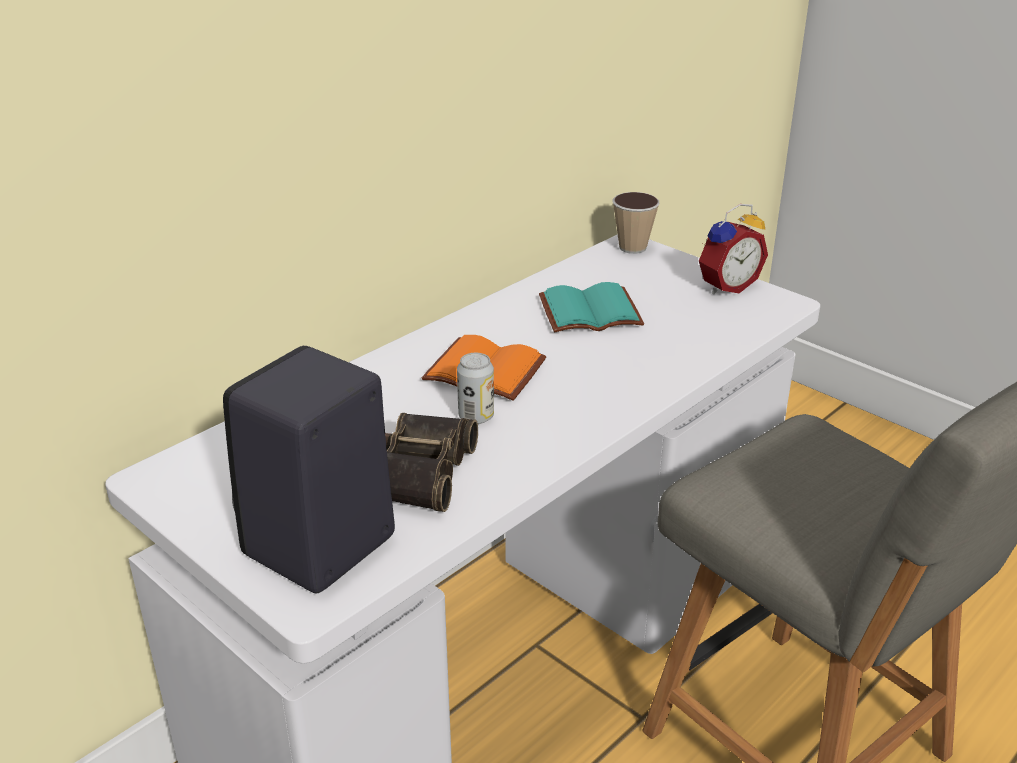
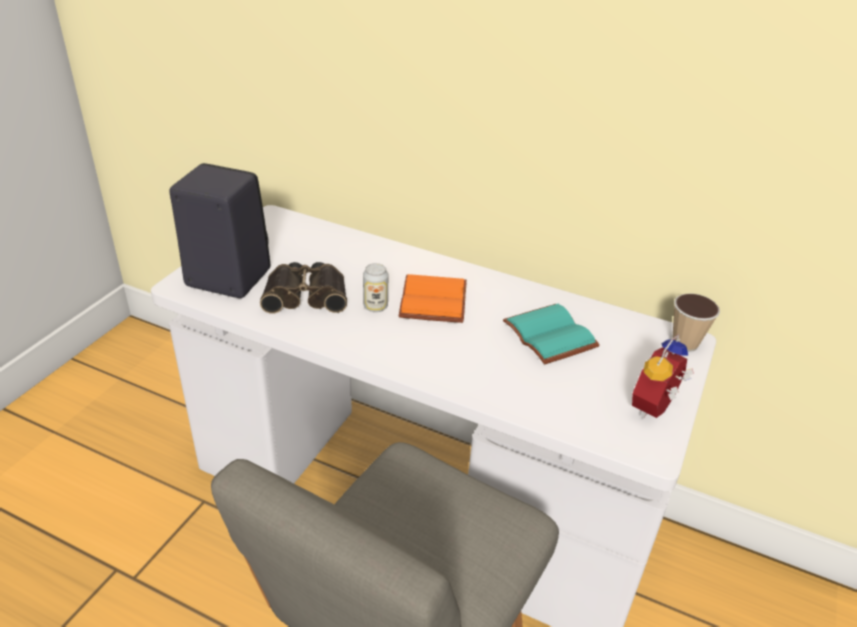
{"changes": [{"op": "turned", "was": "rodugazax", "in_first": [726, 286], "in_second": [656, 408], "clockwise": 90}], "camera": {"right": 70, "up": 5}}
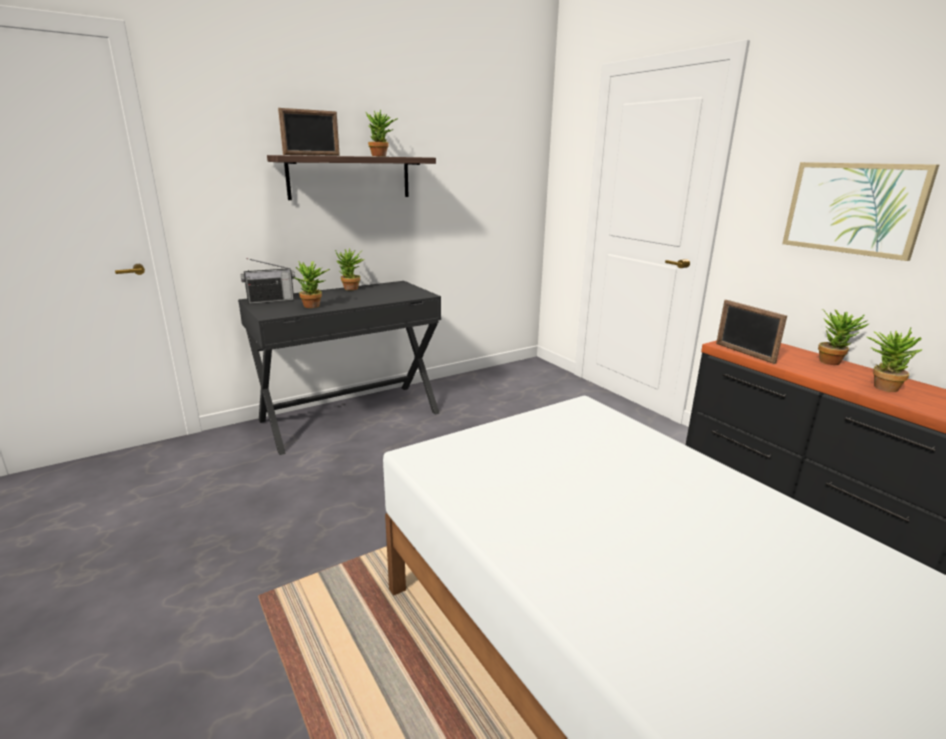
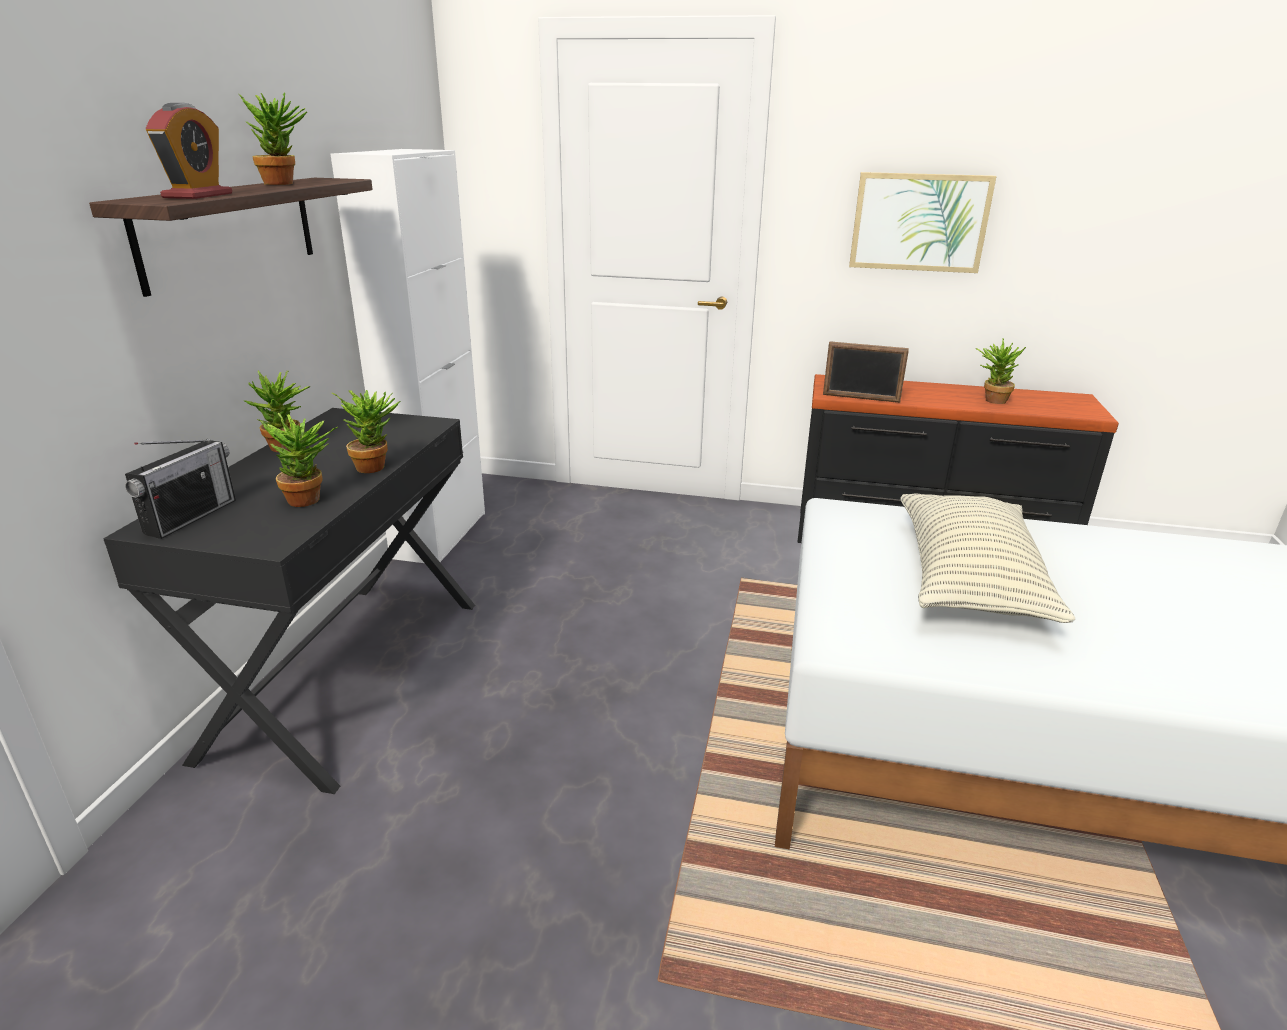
{"changes": [{"op": "replaced", "was": "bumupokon", "now": "rodugazax", "in_first": [312, 155], "in_second": [198, 195]}, {"op": "moved", "was": "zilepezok", "in_first": [833, 361], "in_second": [375, 466]}, {"op": "added", "now": "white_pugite", "in_second": [440, 535]}, {"op": "added", "now": "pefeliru", "in_second": [968, 580]}], "camera": {"right": -45, "up": 5}}
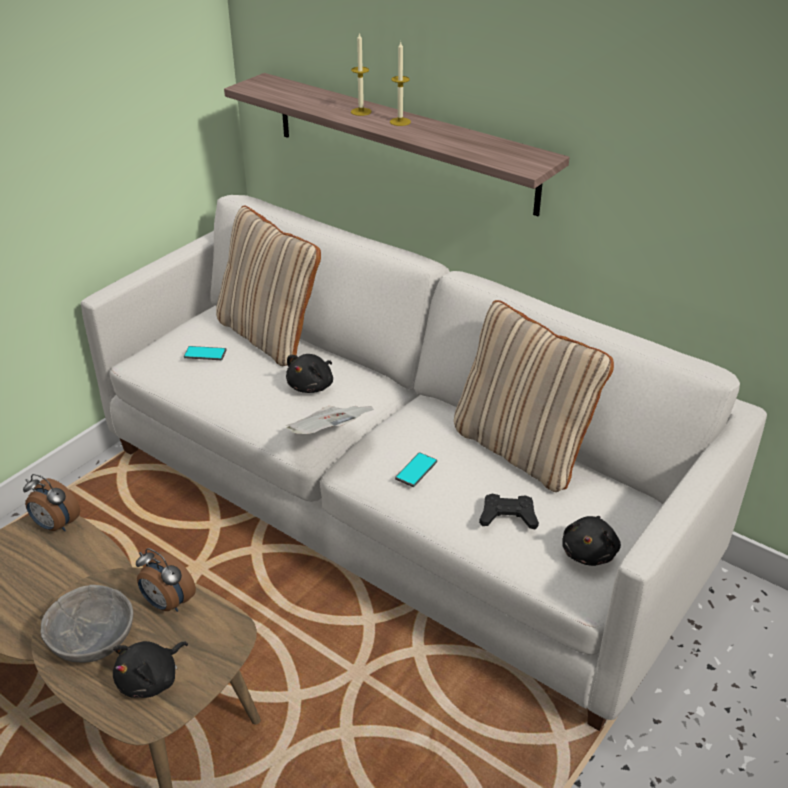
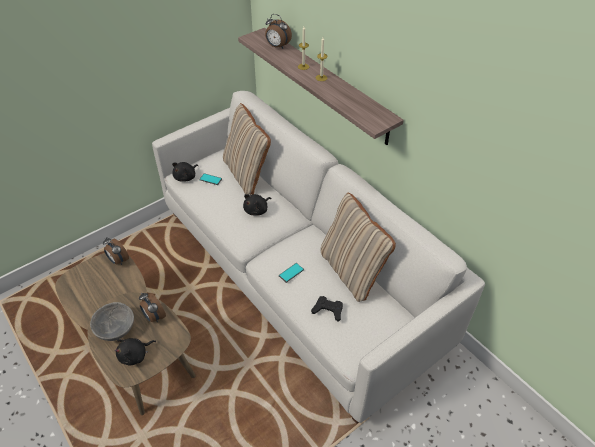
{"changes": [{"op": "removed", "was": "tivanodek", "in_first": [330, 436]}, {"op": "moved", "was": "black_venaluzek", "in_first": [589, 552], "in_second": [186, 177]}, {"op": "added", "now": "rodugazax", "in_second": [277, 46]}], "camera": {"right": 15, "up": 10}}
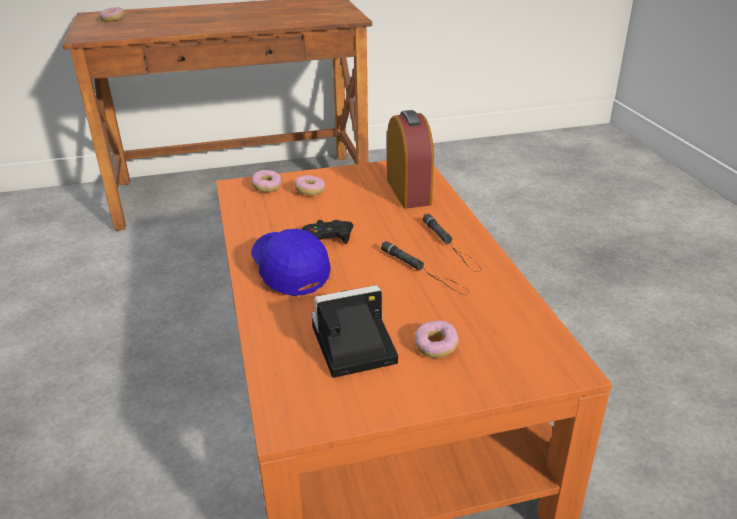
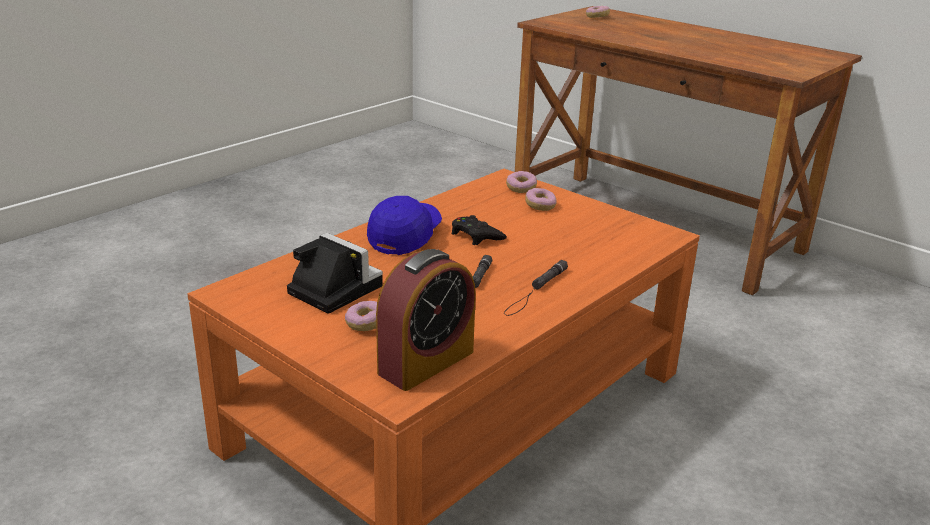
{"changes": [{"op": "moved", "was": "rodugazax", "in_first": [408, 191], "in_second": [426, 362]}], "camera": {"right": 55, "up": -5}}
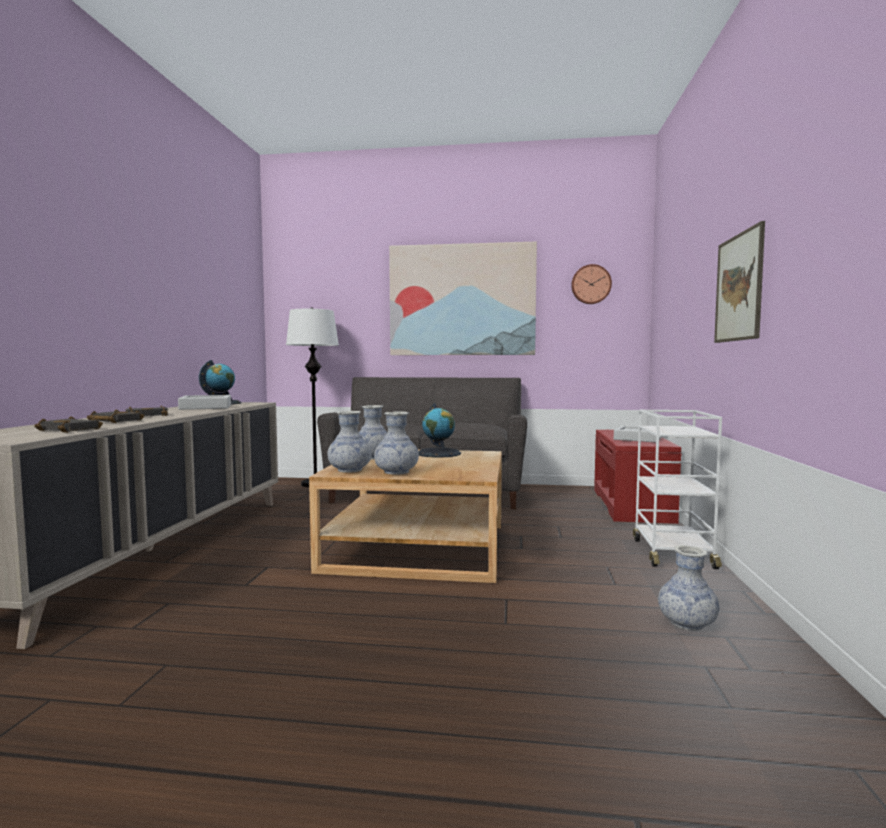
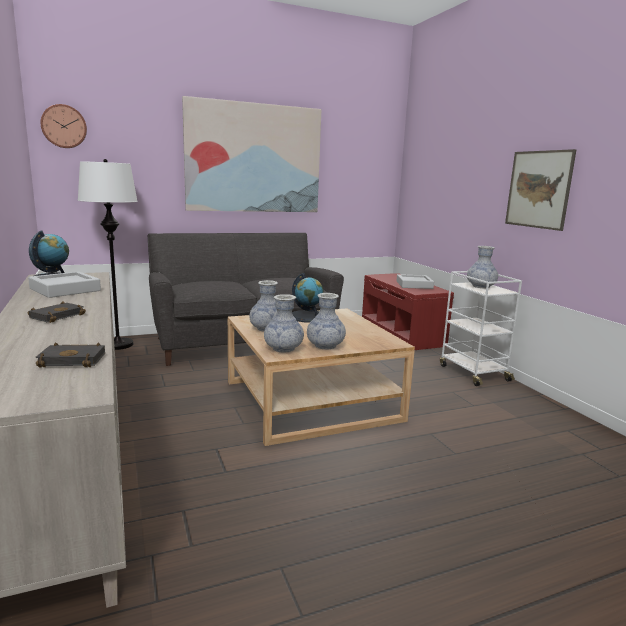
{"changes": [{"op": "moved", "was": "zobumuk", "in_first": [591, 284], "in_second": [64, 126]}, {"op": "removed", "was": "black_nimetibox", "in_first": [113, 421]}, {"op": "moved", "was": "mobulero", "in_first": [687, 623], "in_second": [481, 286]}], "camera": {"right": -30, "up": 10}}
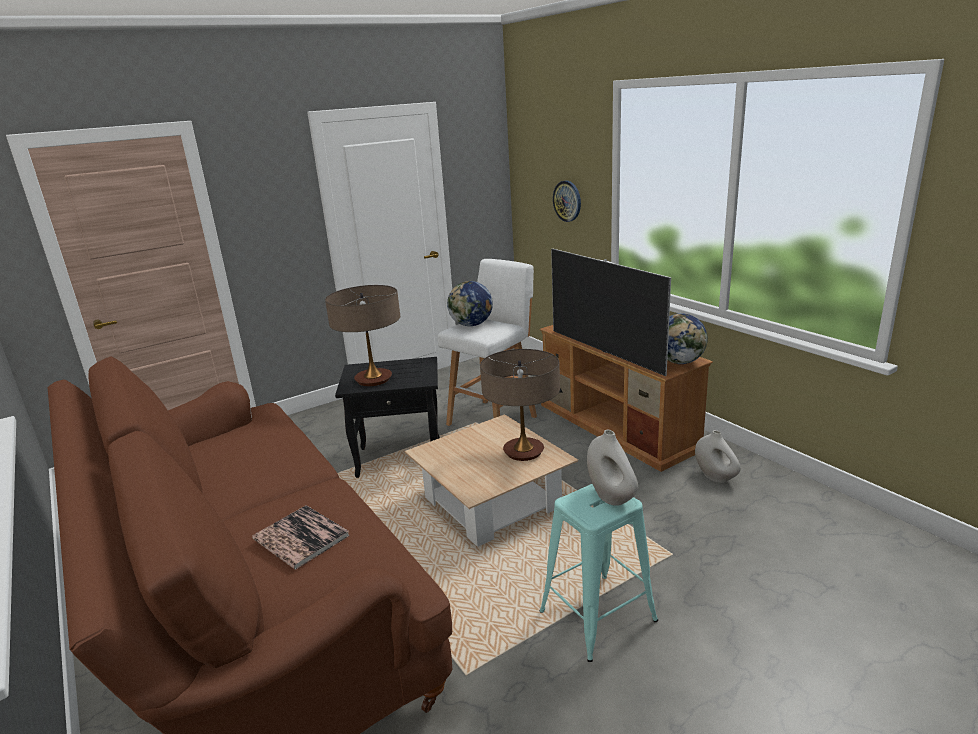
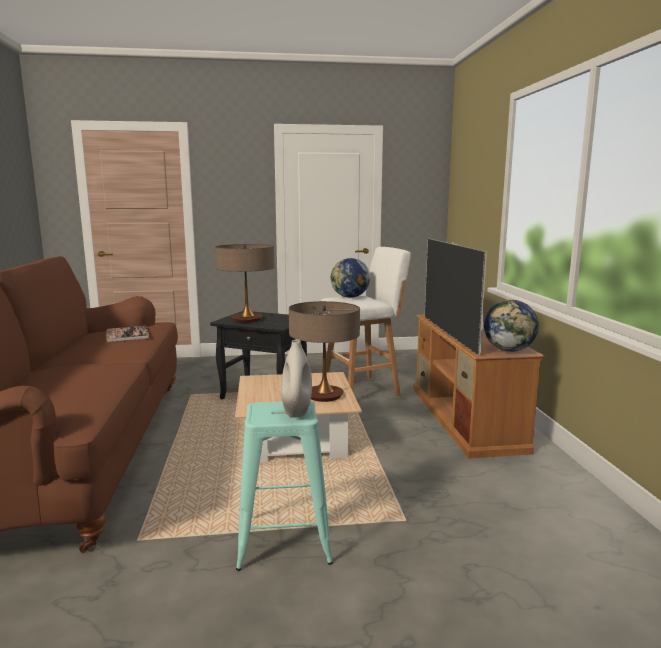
{"changes": [{"op": "removed", "was": "zobumuk", "in_first": [567, 201]}, {"op": "removed", "was": "white_mobulero", "in_first": [715, 477]}, {"op": "moved", "was": "nimetibox", "in_first": [301, 538], "in_second": [127, 335]}], "camera": {"right": 25, "up": -10}}
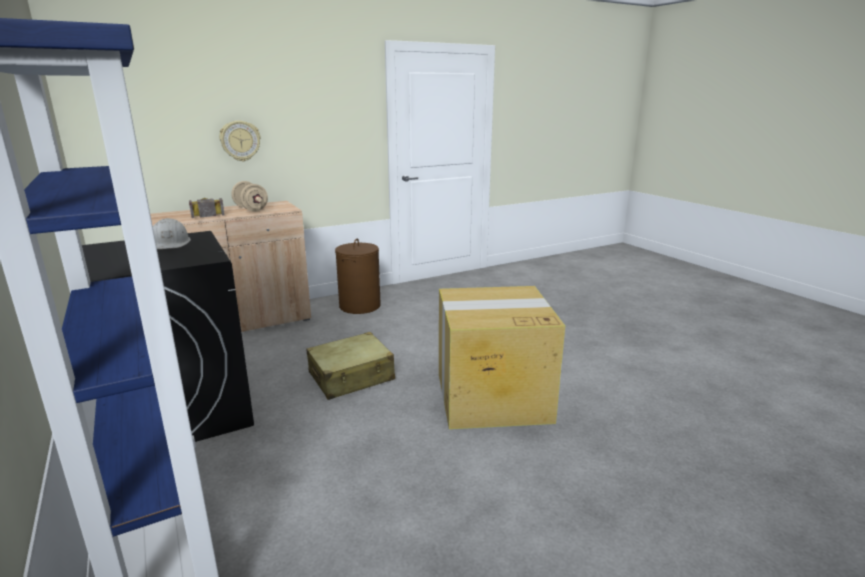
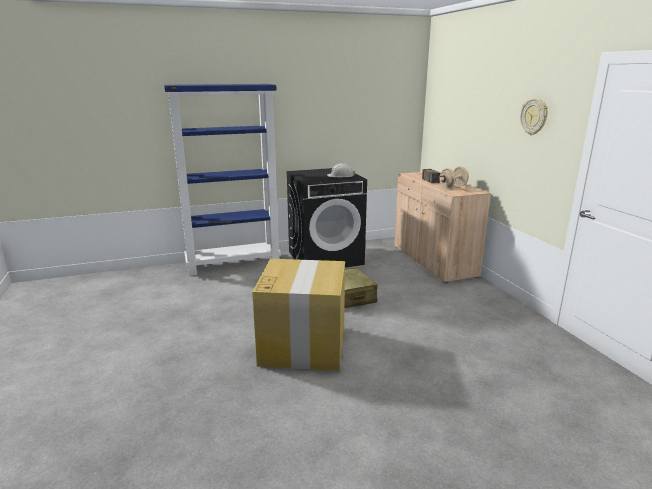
{"changes": [{"op": "moved", "was": "zobumuk", "in_first": [240, 141], "in_second": [534, 116]}, {"op": "removed", "was": "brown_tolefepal", "in_first": [360, 306]}], "camera": {"right": 100, "up": 0}}
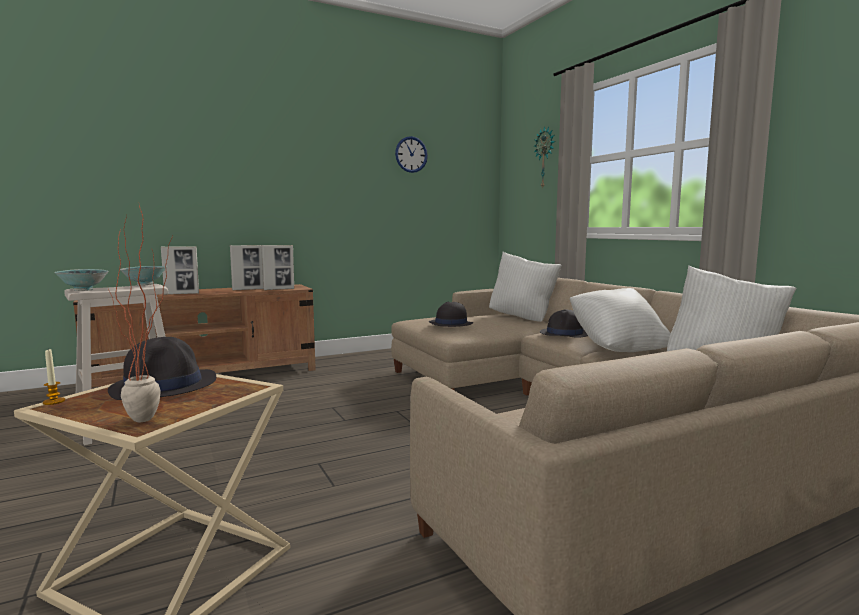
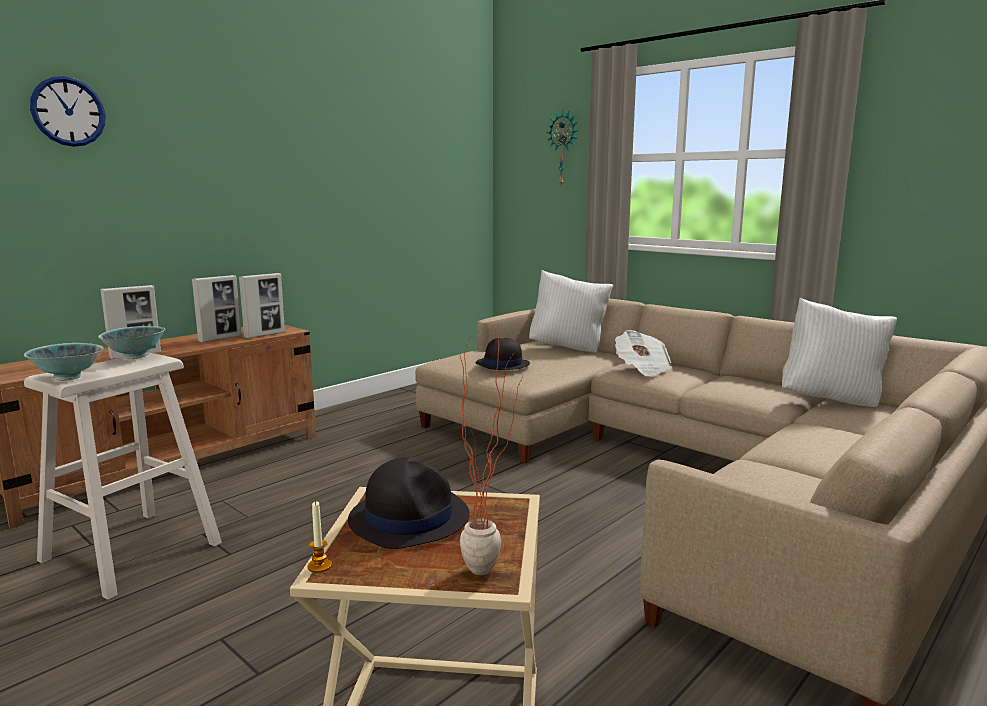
{"changes": [{"op": "moved", "was": "zobumuk", "in_first": [411, 154], "in_second": [68, 112]}, {"op": "removed", "was": "white_pefeliru", "in_first": [618, 347]}, {"op": "replaced", "was": "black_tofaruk", "now": "tivanodek", "in_first": [565, 334], "in_second": [642, 369]}], "camera": {"right": -20, "up": 5}}
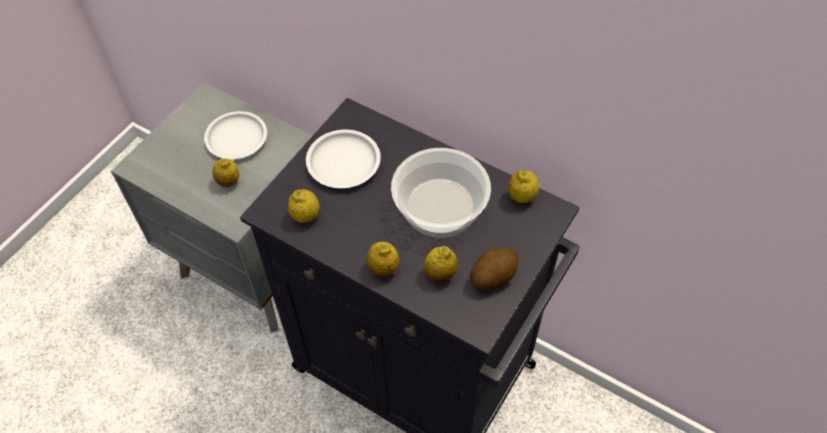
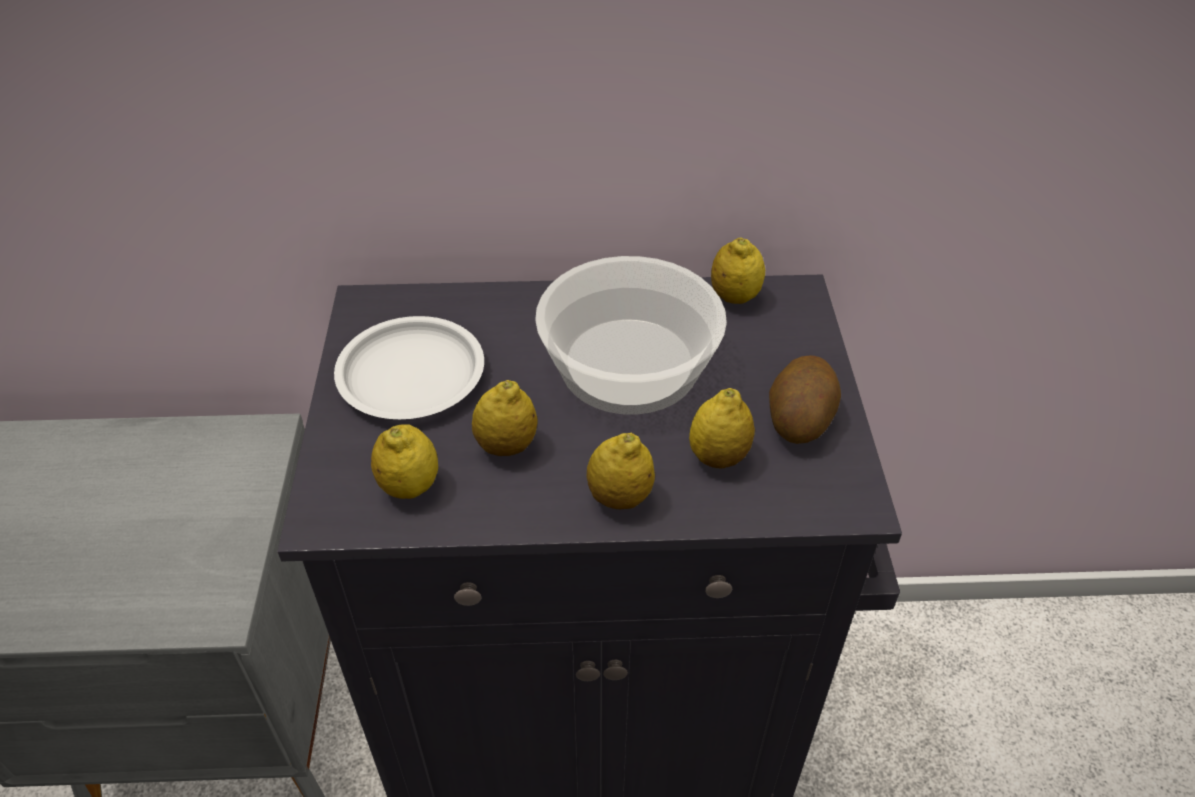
{"changes": [{"op": "removed", "was": "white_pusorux", "in_first": [237, 138]}, {"op": "moved", "was": "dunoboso", "in_first": [228, 181], "in_second": [506, 446]}], "camera": {"right": -35, "up": -10}}
